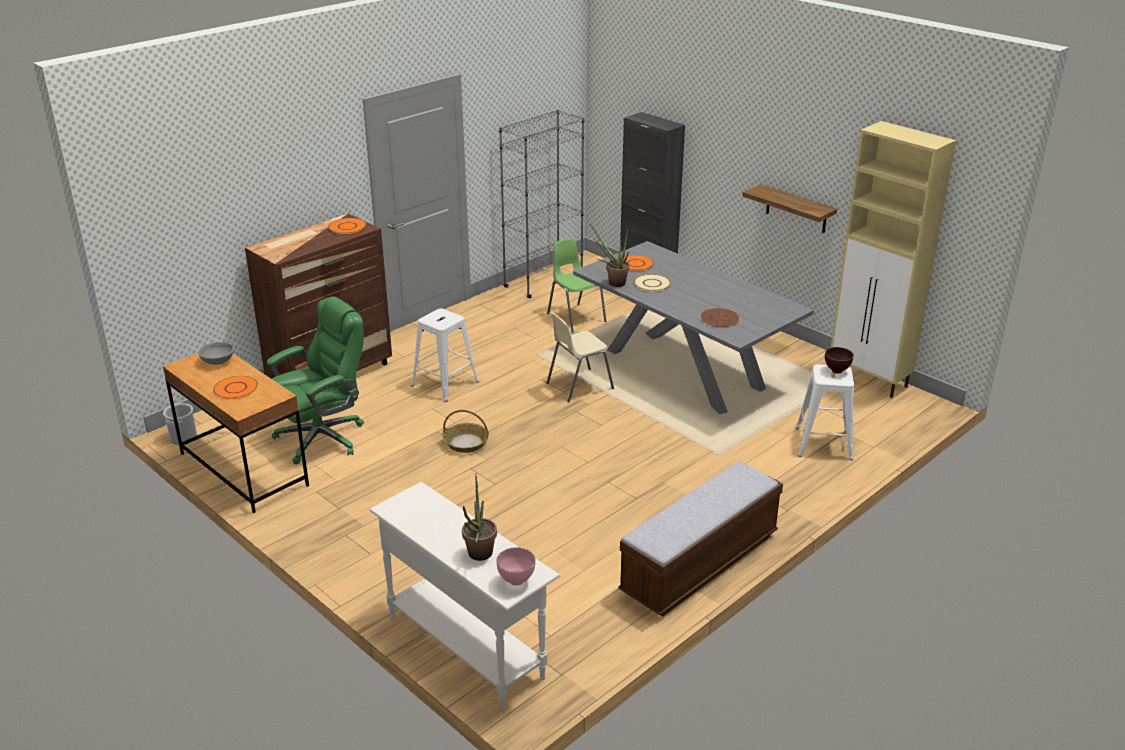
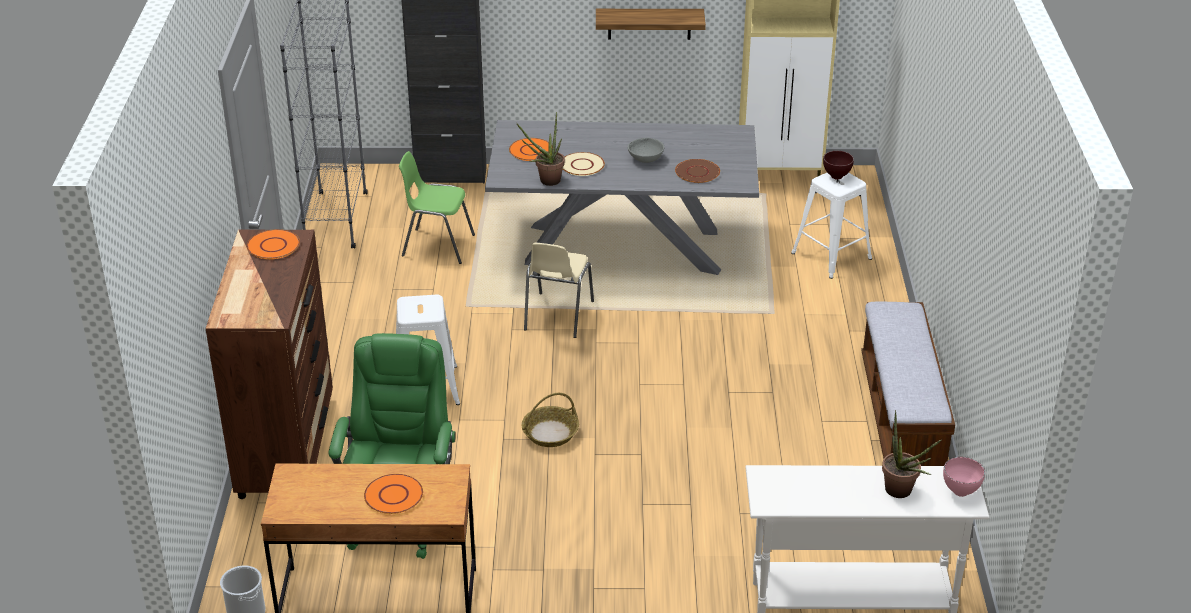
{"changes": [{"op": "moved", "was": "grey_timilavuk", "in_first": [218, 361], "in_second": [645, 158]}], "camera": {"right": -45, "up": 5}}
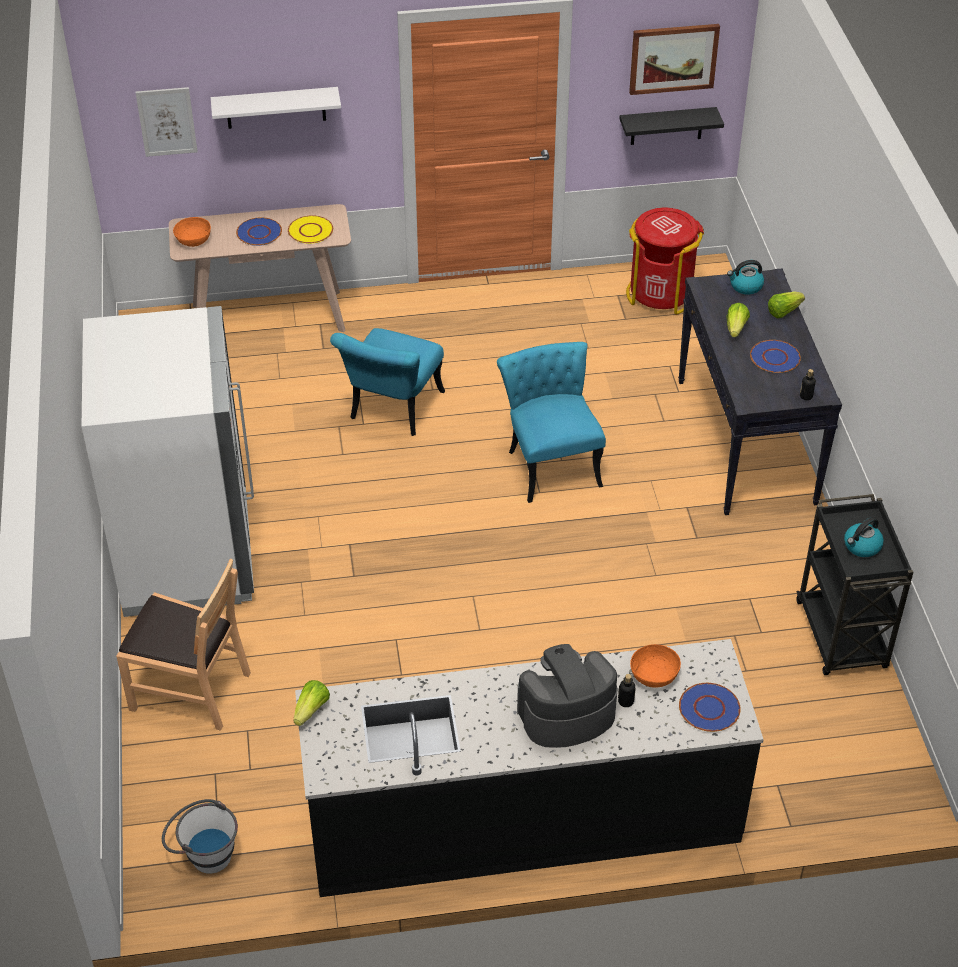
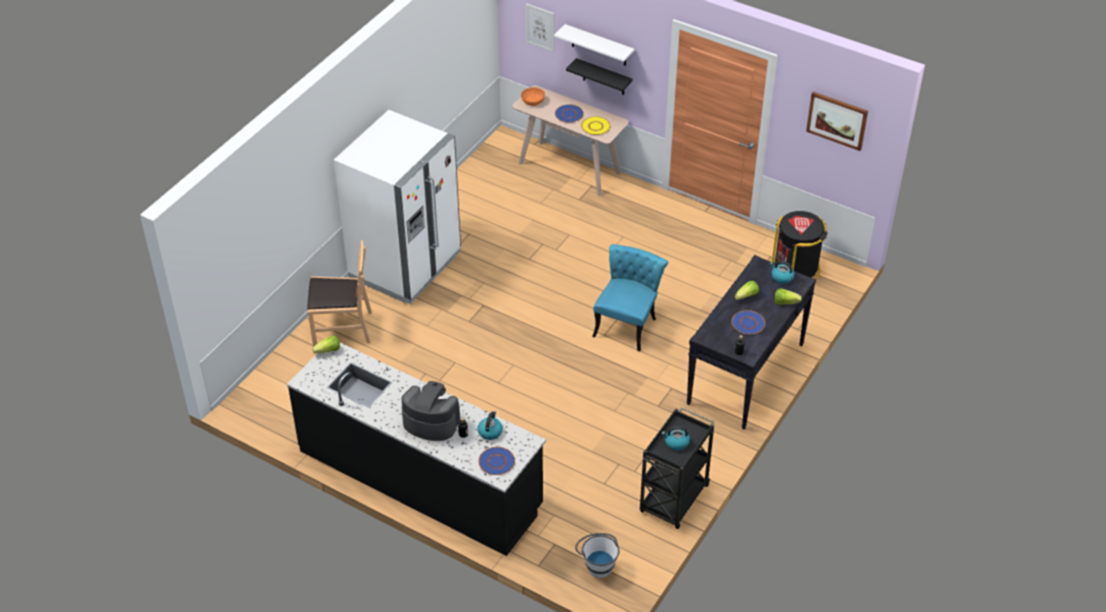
{"changes": [{"op": "moved", "was": "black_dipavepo", "in_first": [666, 126], "in_second": [603, 77]}, {"op": "recoloured", "was": "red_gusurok", "now": "black_gusurok", "in_first": [661, 294], "in_second": [796, 269]}, {"op": "removed", "was": "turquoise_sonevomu", "in_first": [392, 412]}, {"op": "turned", "was": "brown_sonevomu", "in_first": [190, 689], "in_second": [342, 328], "clockwise": -60}, {"op": "replaced", "was": "orange_timilavuk", "now": "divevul", "in_first": [654, 675], "in_second": [490, 431]}, {"op": "moved", "was": "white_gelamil", "in_first": [204, 853], "in_second": [597, 564]}], "camera": {"right": 40, "up": 0}}
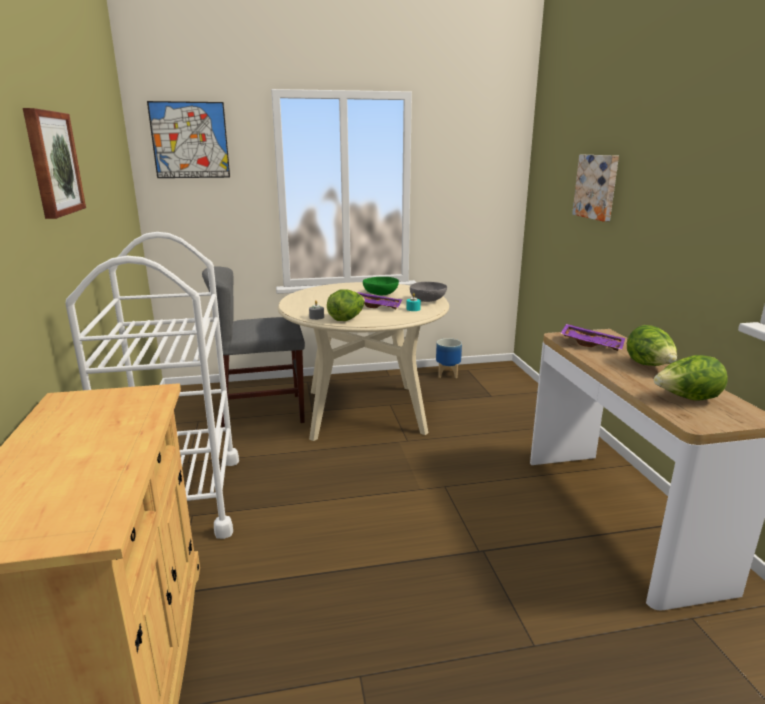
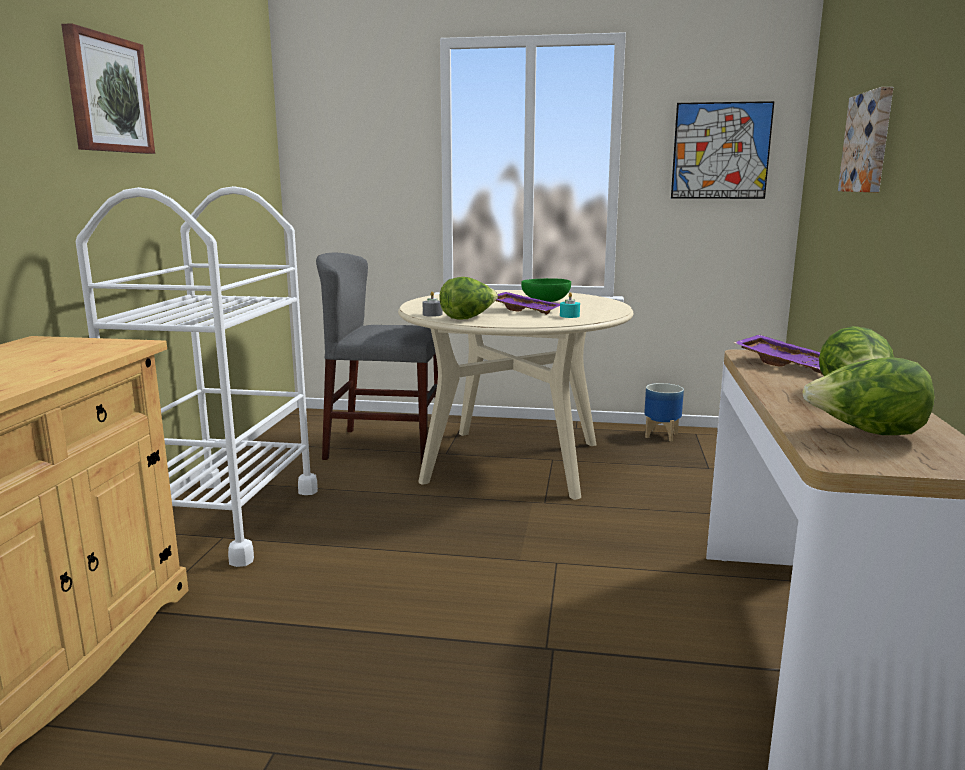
{"changes": [{"op": "moved", "was": "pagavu", "in_first": [190, 140], "in_second": [721, 151]}, {"op": "removed", "was": "grey_timilavuk", "in_first": [428, 301]}], "camera": {"right": 20, "up": -5}}
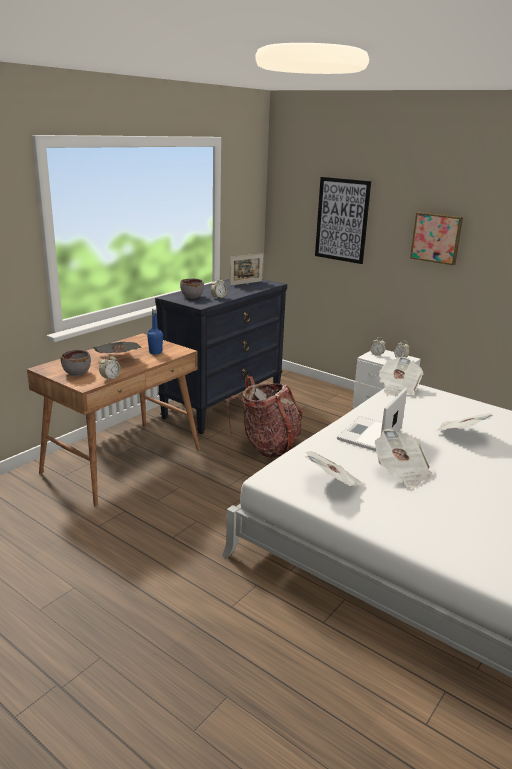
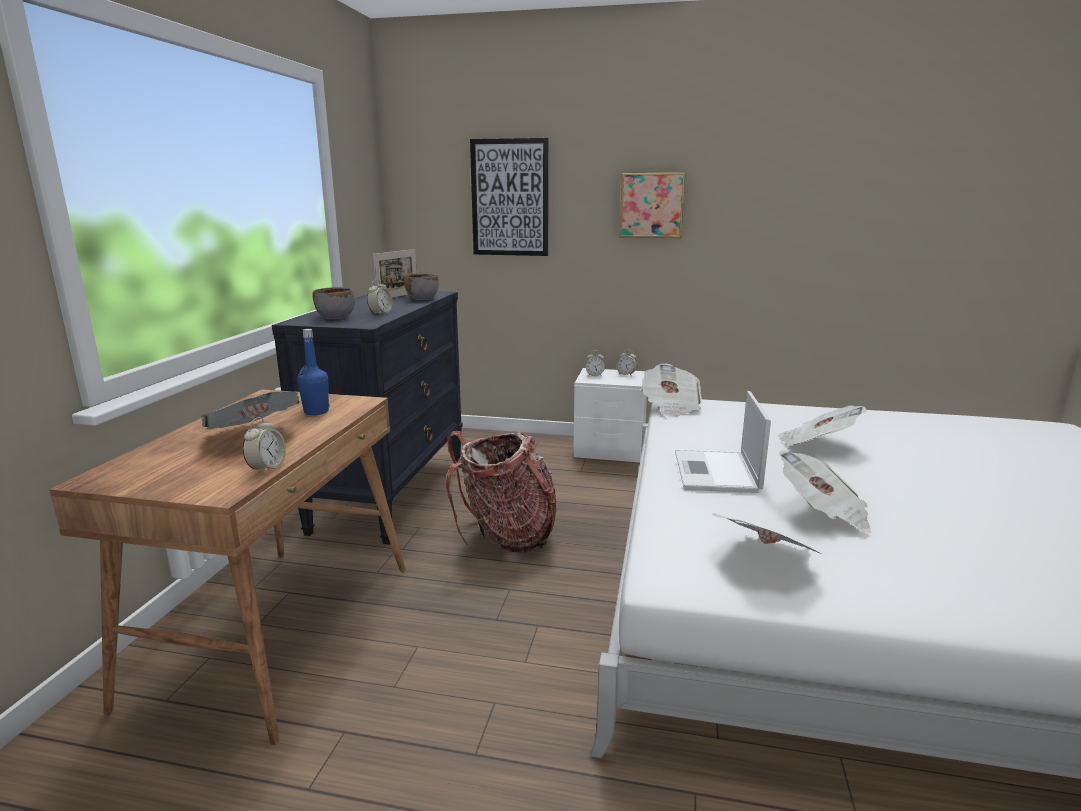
{"changes": [{"op": "moved", "was": "grey_timilavuk", "in_first": [77, 372], "in_second": [422, 298]}], "camera": {"right": -25, "up": -5}}
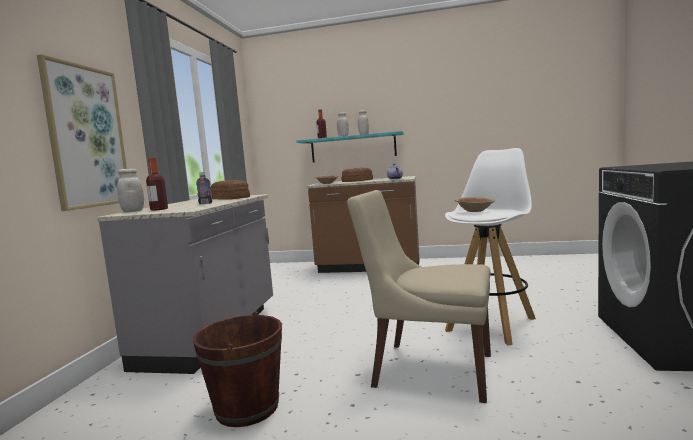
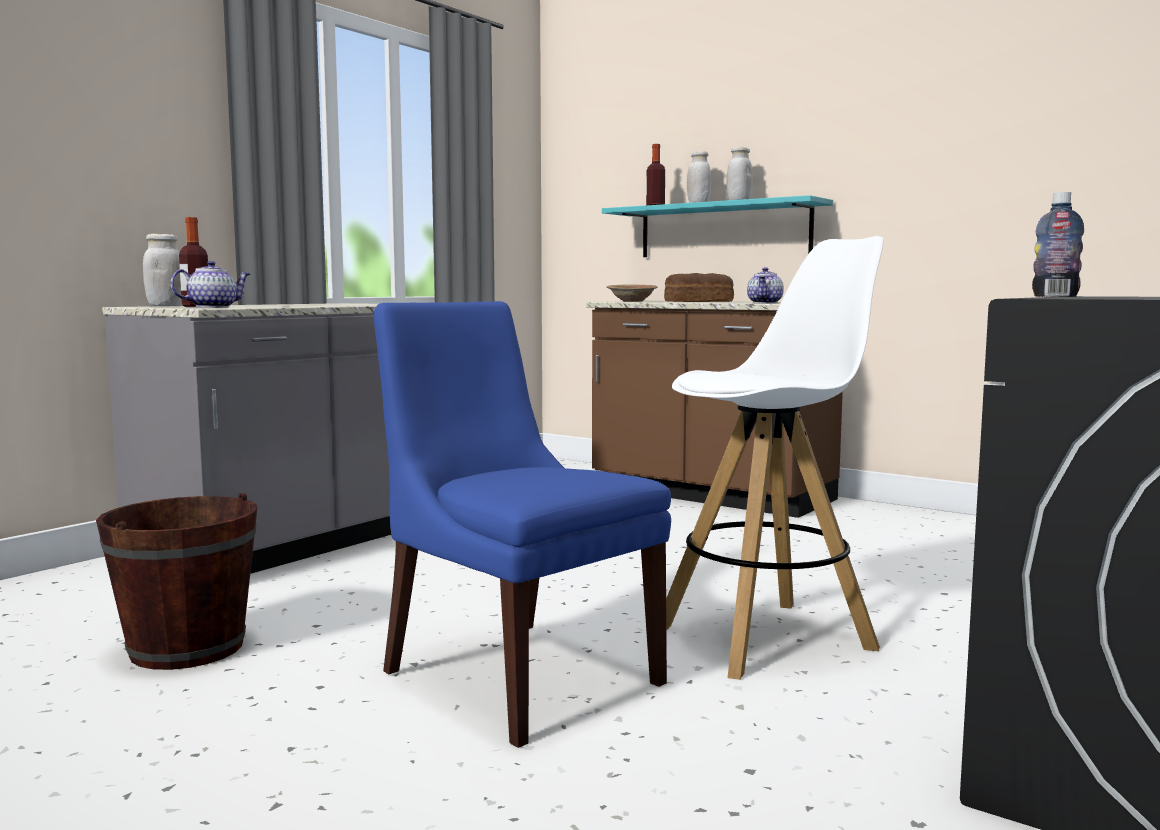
{"changes": [{"op": "removed", "was": "pagavu", "in_first": [86, 137]}, {"op": "moved", "was": "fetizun", "in_first": [205, 203], "in_second": [1055, 296]}, {"op": "removed", "was": "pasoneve", "in_first": [230, 198]}, {"op": "recoloured", "was": "beige_sonevomu", "now": "blue_sonevomu", "in_first": [428, 369], "in_second": [516, 675]}, {"op": "removed", "was": "brown_timilavuk", "in_first": [474, 211]}, {"op": "added", "now": "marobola", "in_second": [213, 307]}], "camera": {"right": 25, "up": 0}}
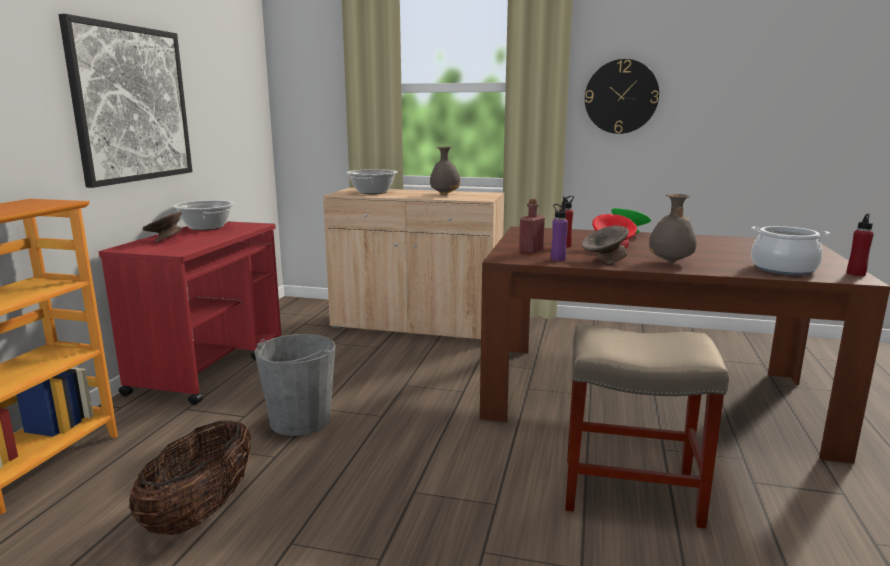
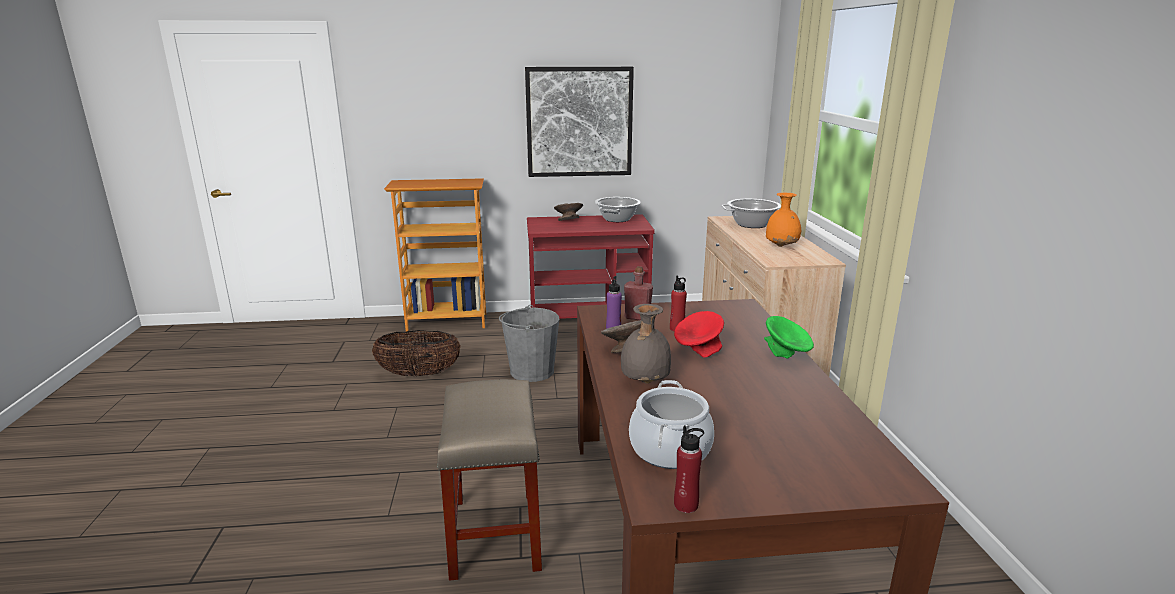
{"changes": [{"op": "removed", "was": "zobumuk", "in_first": [621, 96]}, {"op": "recoloured", "was": "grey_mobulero", "now": "orange_mobulero", "in_first": [445, 194], "in_second": [782, 246]}], "camera": {"right": 70, "up": 5}}
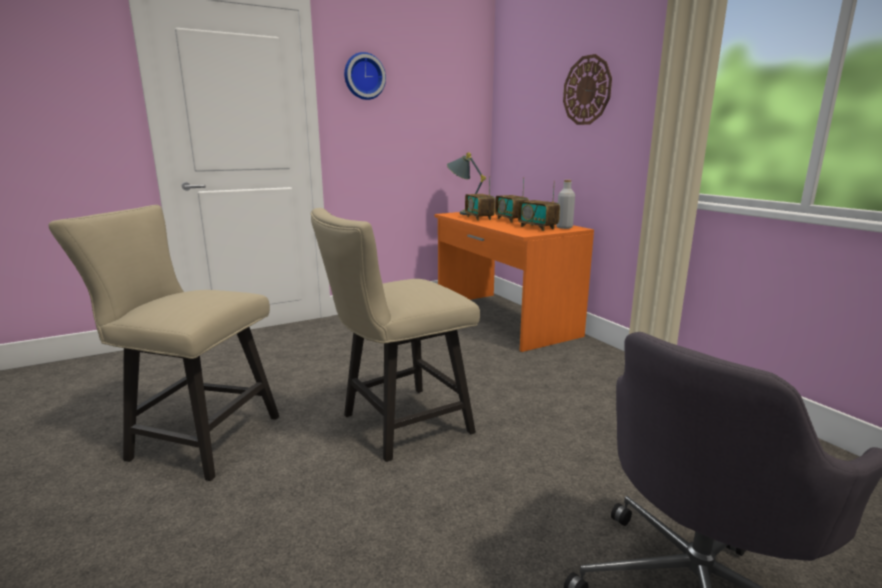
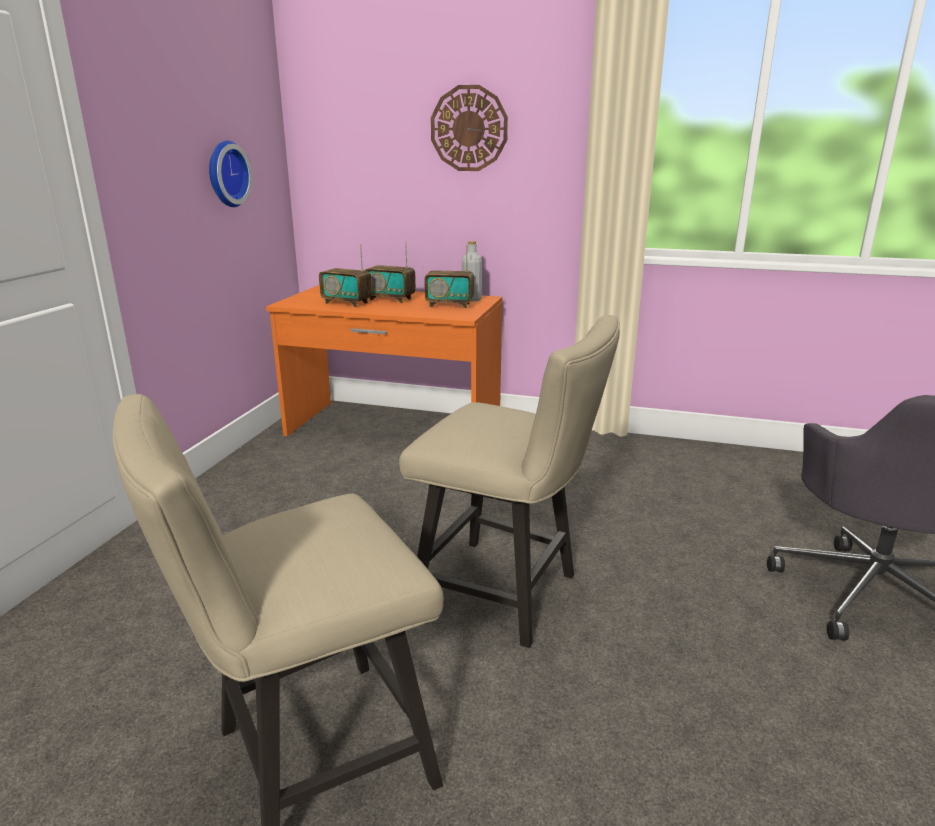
{"changes": [{"op": "moved", "was": "zobumuk", "in_first": [363, 76], "in_second": [225, 174]}, {"op": "removed", "was": "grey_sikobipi", "in_first": [463, 213]}, {"op": "turned", "was": "beige_sonevomu", "in_first": [397, 425], "in_second": [507, 595], "clockwise": -75}], "camera": {"right": -45, "up": 5}}
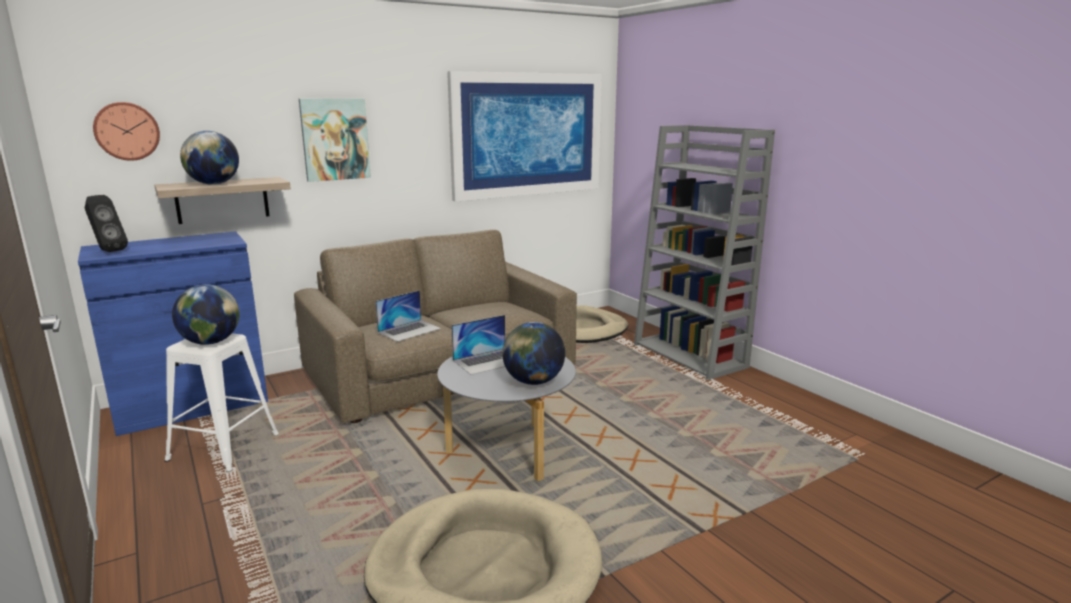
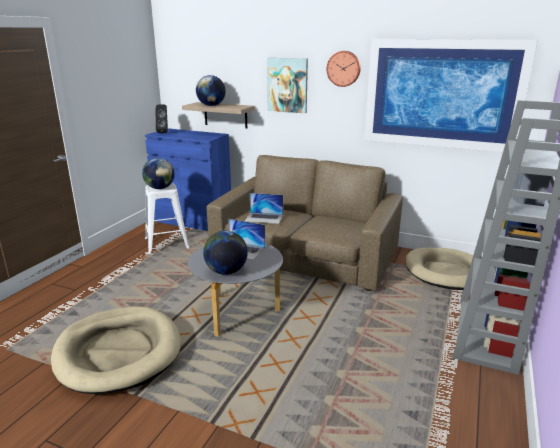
{"changes": [{"op": "moved", "was": "zobumuk", "in_first": [127, 131], "in_second": [343, 68]}], "camera": {"right": 55, "up": 5}}
